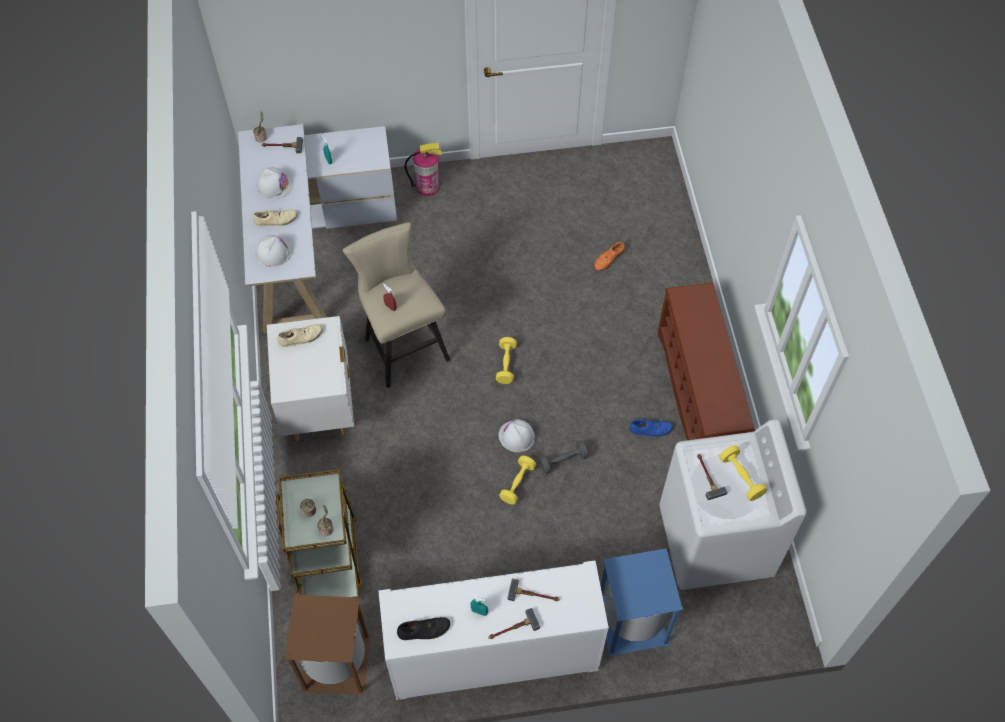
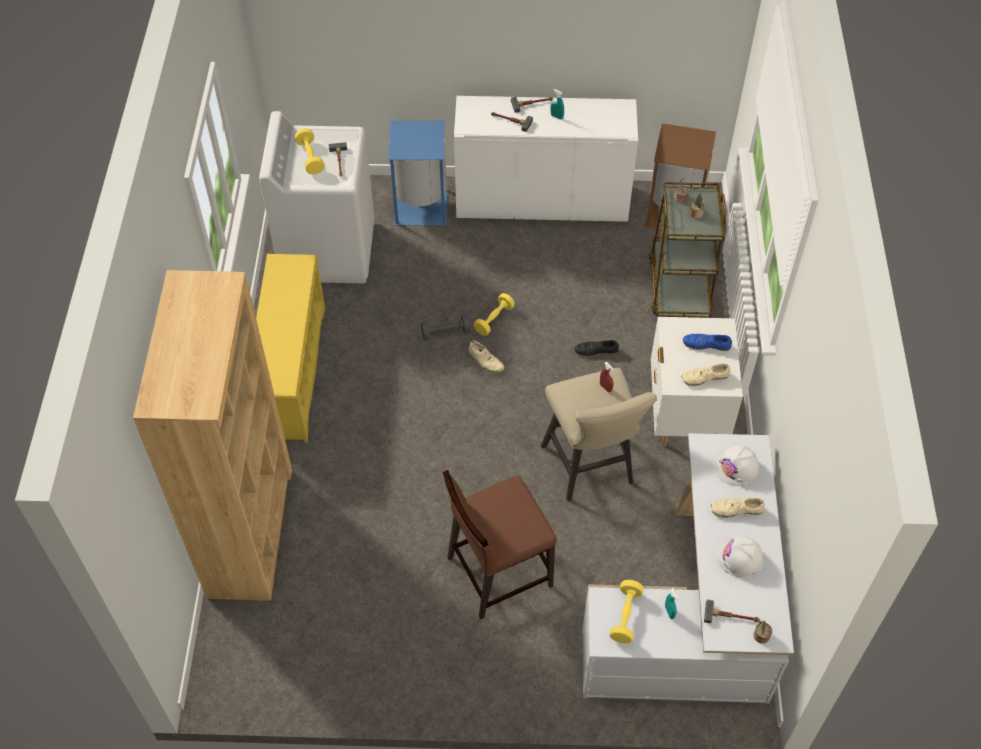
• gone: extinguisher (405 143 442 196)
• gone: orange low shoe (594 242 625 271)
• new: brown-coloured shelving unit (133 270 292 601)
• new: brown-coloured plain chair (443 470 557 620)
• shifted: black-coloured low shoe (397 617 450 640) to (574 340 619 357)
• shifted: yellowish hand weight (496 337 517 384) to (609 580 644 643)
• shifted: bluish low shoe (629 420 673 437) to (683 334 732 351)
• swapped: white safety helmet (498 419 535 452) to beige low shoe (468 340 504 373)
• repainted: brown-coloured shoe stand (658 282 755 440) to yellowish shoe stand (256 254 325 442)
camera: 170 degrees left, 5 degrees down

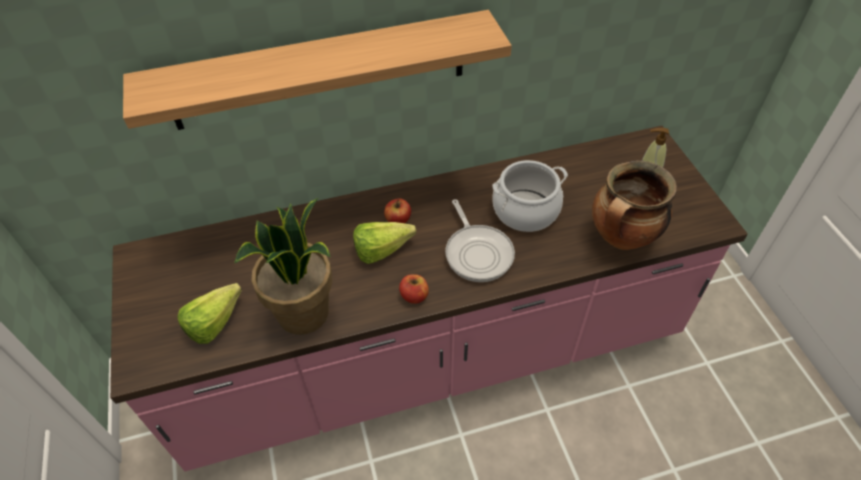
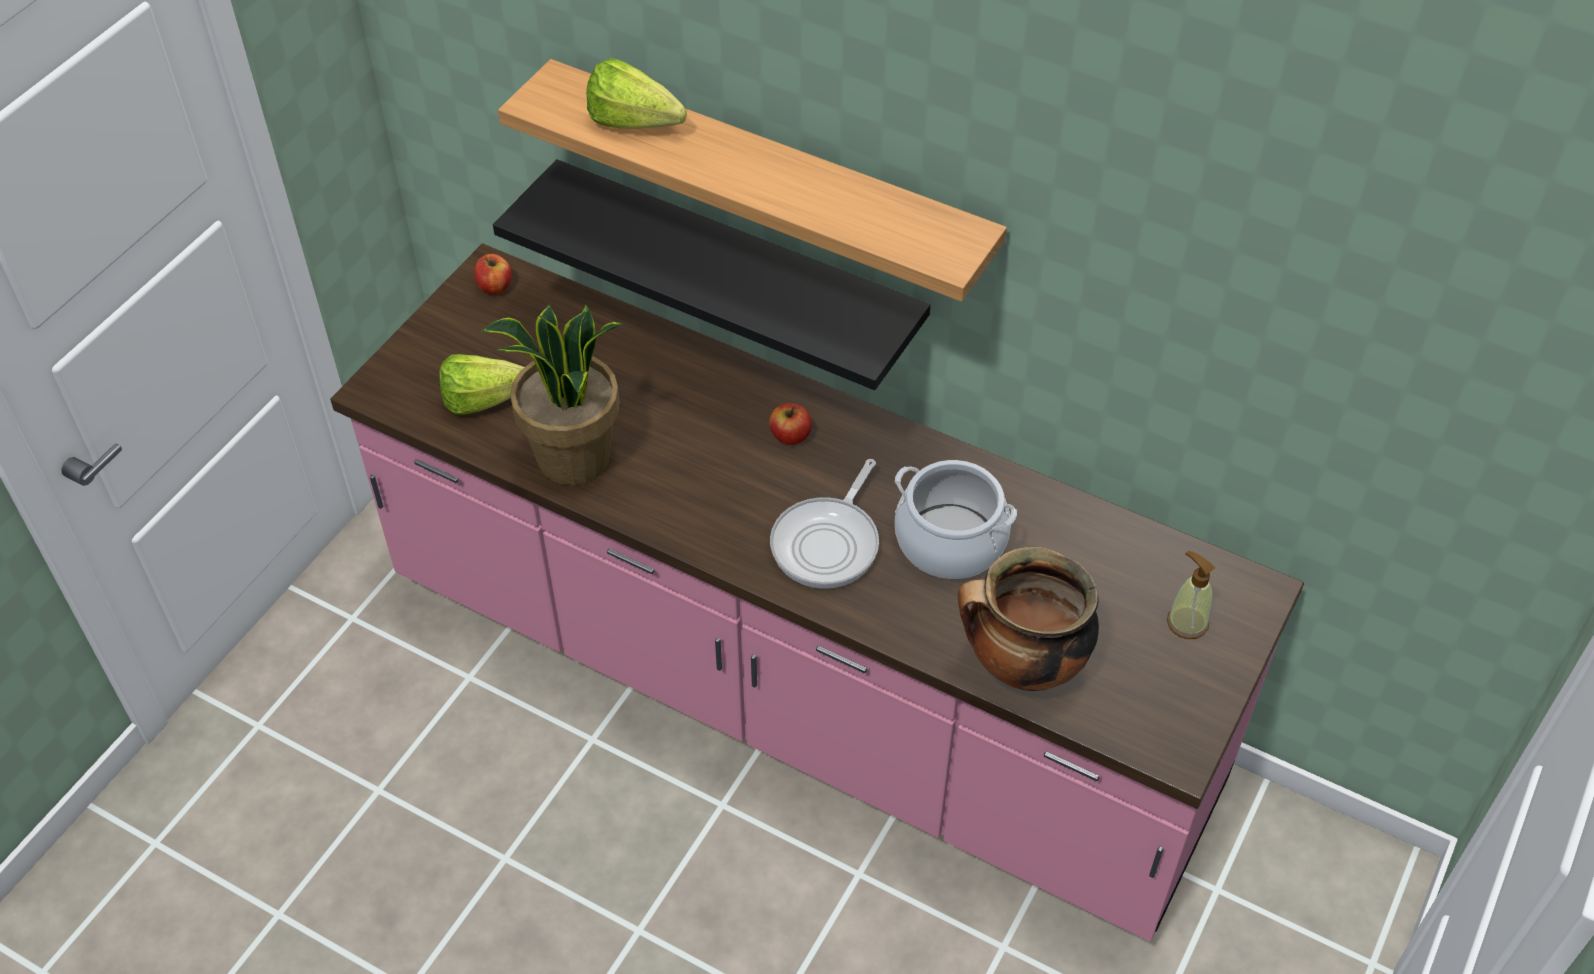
• new: black-coloured bracket shelf (493 159 930 390)
• shifted: head of lettuce (353 222 416 264) to (586 58 687 129)
• shifted: apple fruit (399 274 429 304) to (474 254 511 294)
camera: 45 degrees right, 0 degrees up

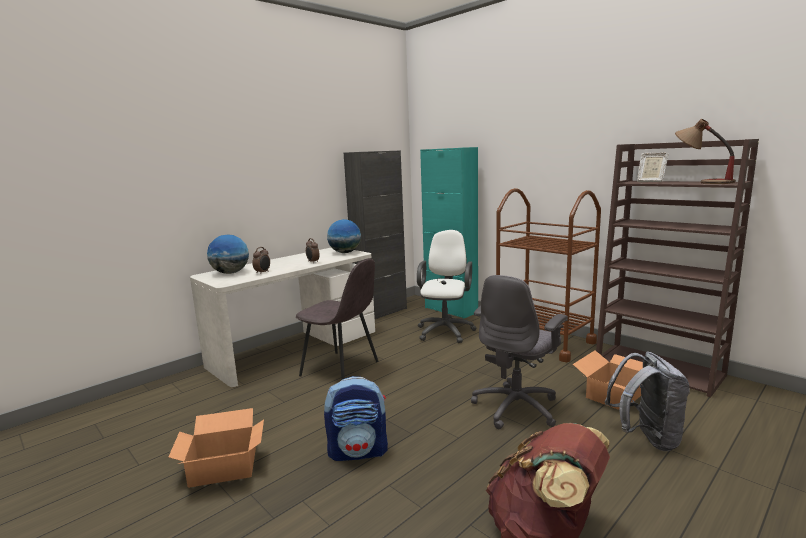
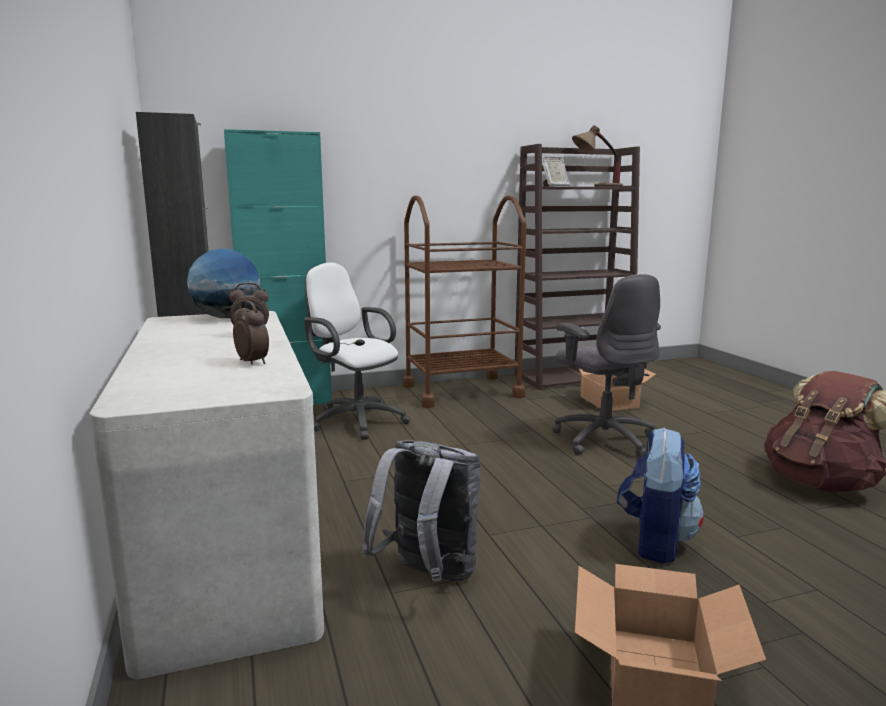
• gone: desk globe (207 234 249 274)
• gone: gray plain chair (296 258 378 380)
• shifted: gray rucksack (605 351 690 451) to (361 440 481 582)
camera: 65 degrees left, 0 degrees up

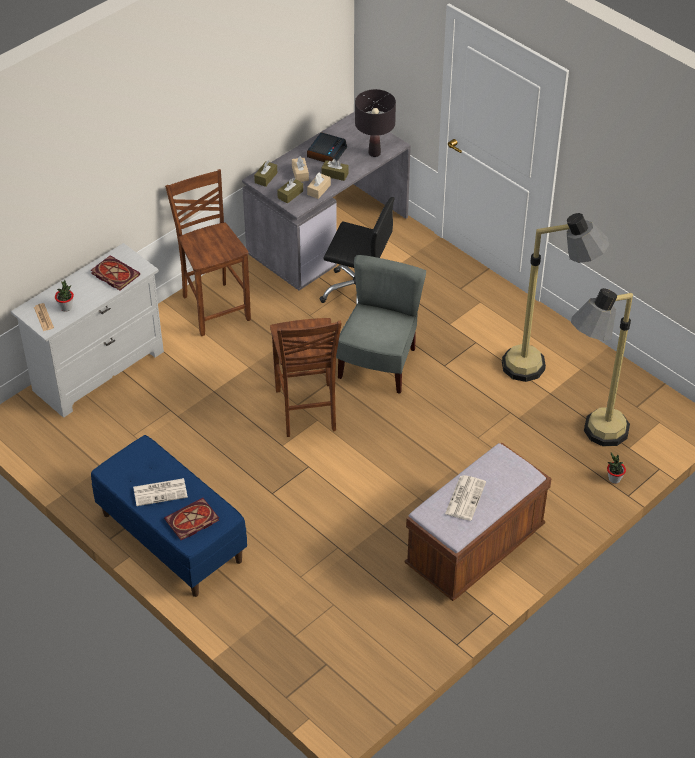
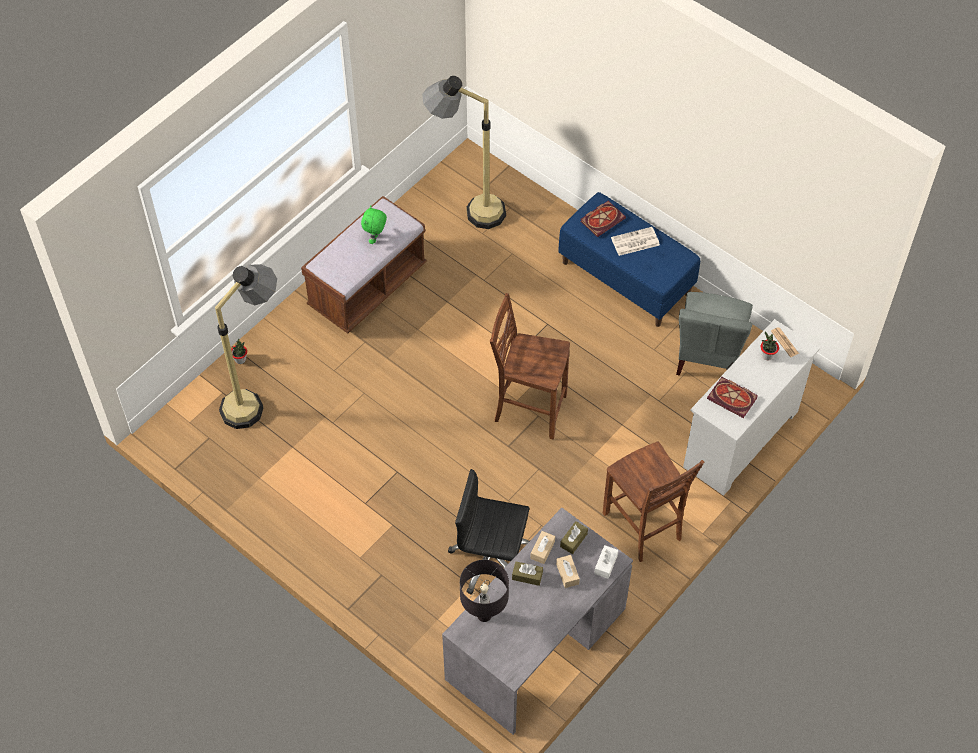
• gone: table clock (307 132 347 162)
• shifted: gray plain chair (336 255 426 393) to (676 292 753 376)
• shifted: standing lamp (502 213 609 382) to (422 76 506 229)
• swapped: daily paper (445 475 486 521) to green cuddly toy (361 206 387 244)
• repainted: brown-coloured box of tissues (254 161 277 187) to white box of tissues (594 545 618 579)
• rotated: brown-coloured plain chair (270 318 342 437) = (490 293 570 439) 60 degrees counterclockwise
camera: 175 degrees right, 10 degrees up

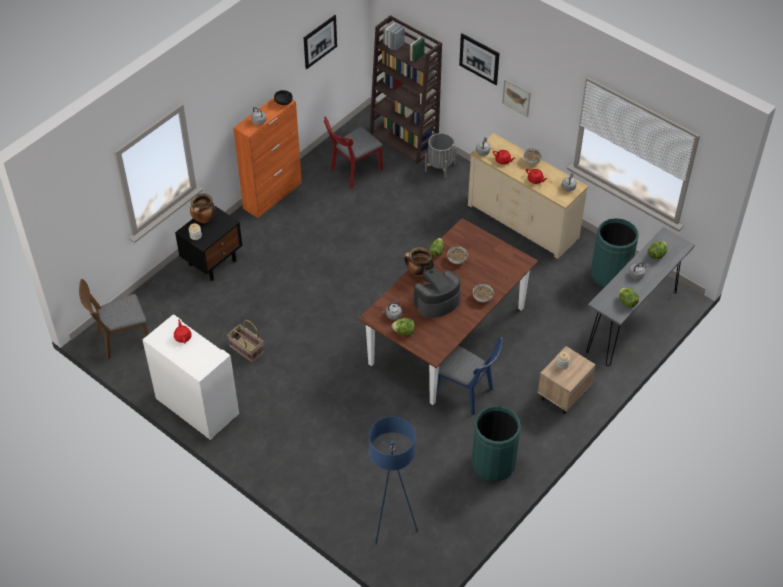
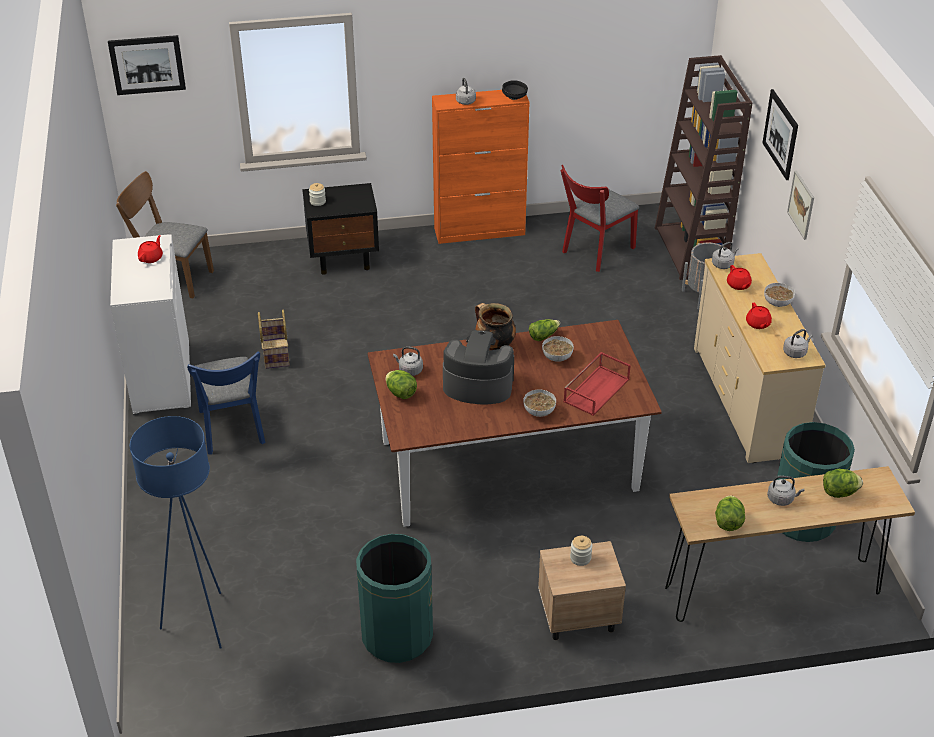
• gone: cooking pot (190 193 215 223)
• new: red-coloured serving tray (564 352 631 416)
• shifted: picture (304 15 337 69) to (108 35 186 95)
• shifted: bluish plain chair (436 337 503 415) to (187 352 265 455)
• repainted: gray narrow table (586 227 695 366) to brown-coloured narrow table (665 466 915 622)
• rotated: red-coloured plain chair (324 117 383 189) = (561 165 639 272) 45 degrees counterclockwise
camera: 40 degrees right, 10 degrees down

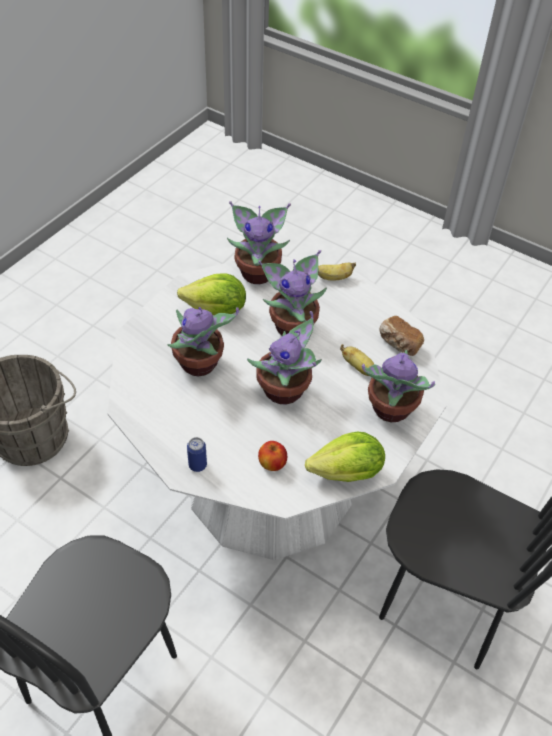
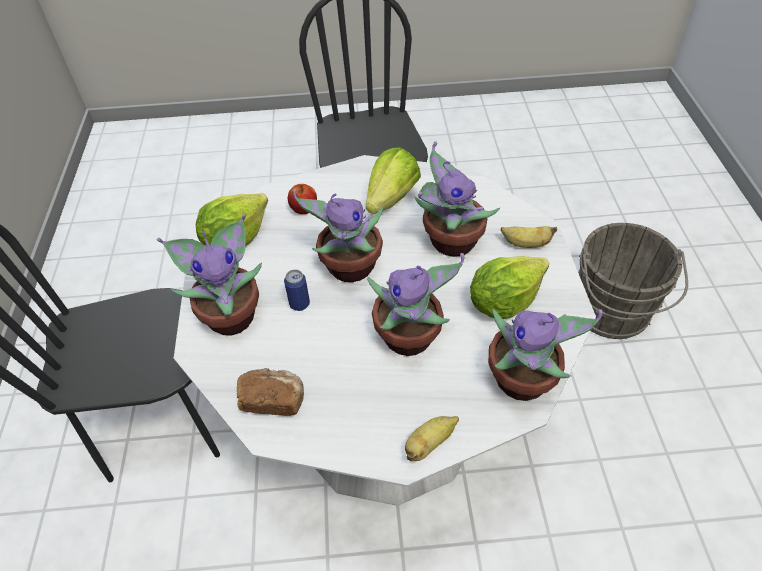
• new: head of lettuce (366 147 421 214)
• shifted: metal can (187 437 207 472) to (284 270 310 311)
• shifted: whole banana (340 344 374 376) to (501 226 557 248)
camera: 145 degrees right, 0 degrees up

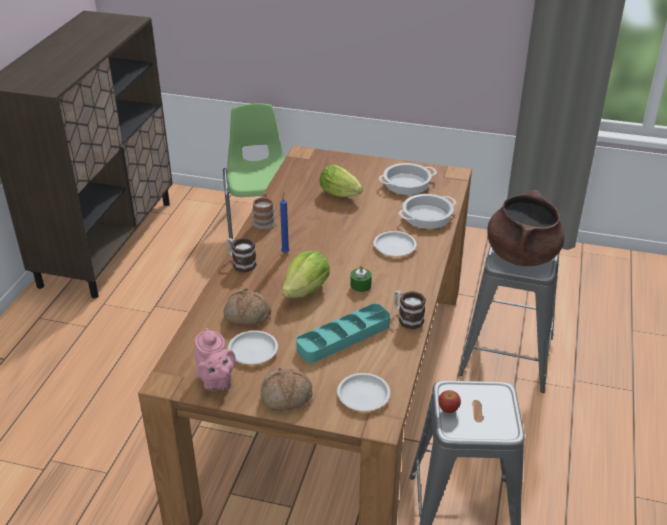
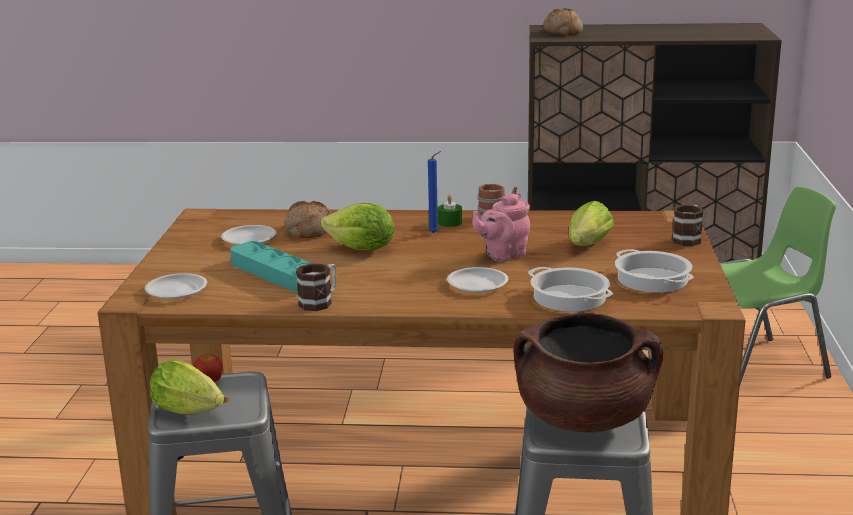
• new: head of lettuce (150 359 224 415)
• shifted: pinkish tea pot (194 328 236 391) to (472 192 530 262)
• shifted: tea mug (227 237 257 273) to (672 205 703 246)
• shifted: baked bread (261 368 313 411) to (543 8 583 35)
• shifted: green wax light (350 265 372 292) to (438 195 462 227)
camera: 80 degrees right, 15 degrees down

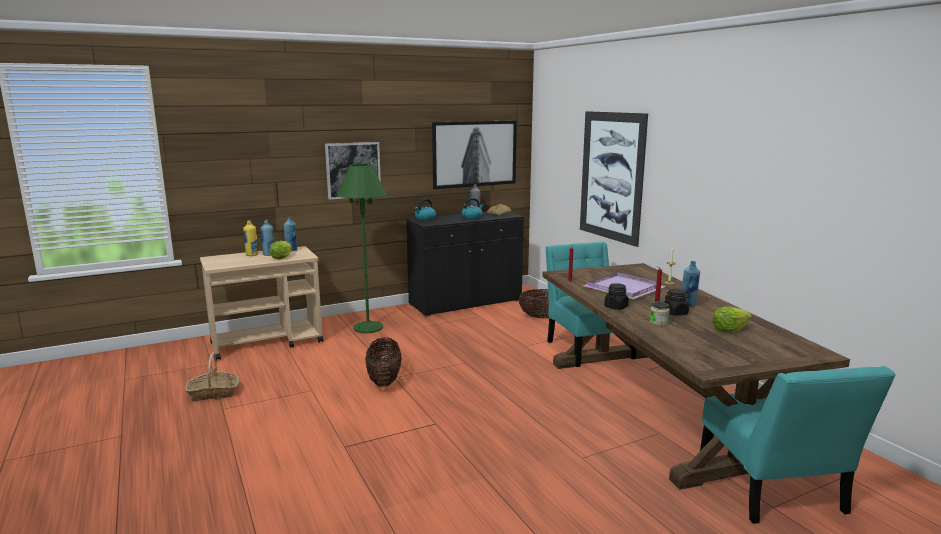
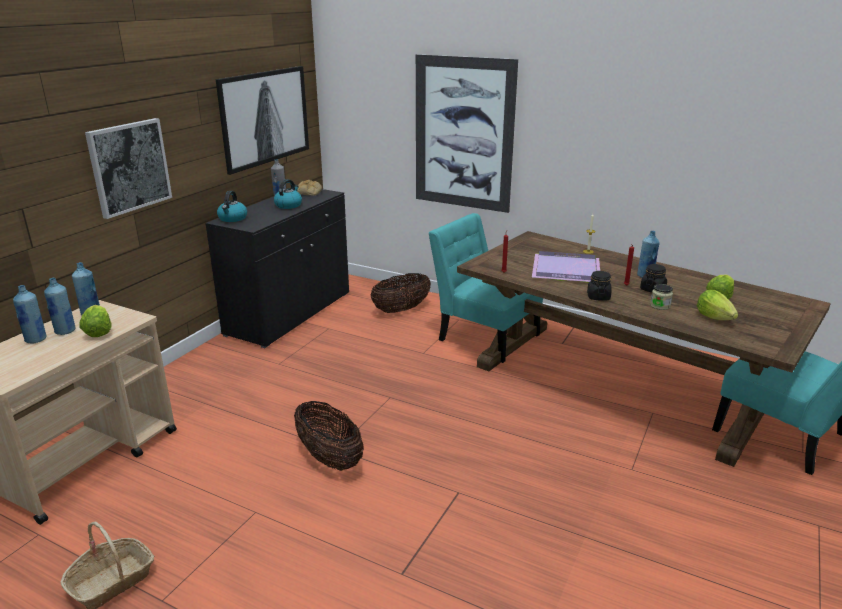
• gone: green standing lamp (337 164 387 333)
• new: head of lettuce (697 290 738 320)
• repainted: yellowish beverage bottle (243 220 258 256) to bluish beverage bottle (13 285 46 343)
camera: 35 degrees left, 10 degrees up

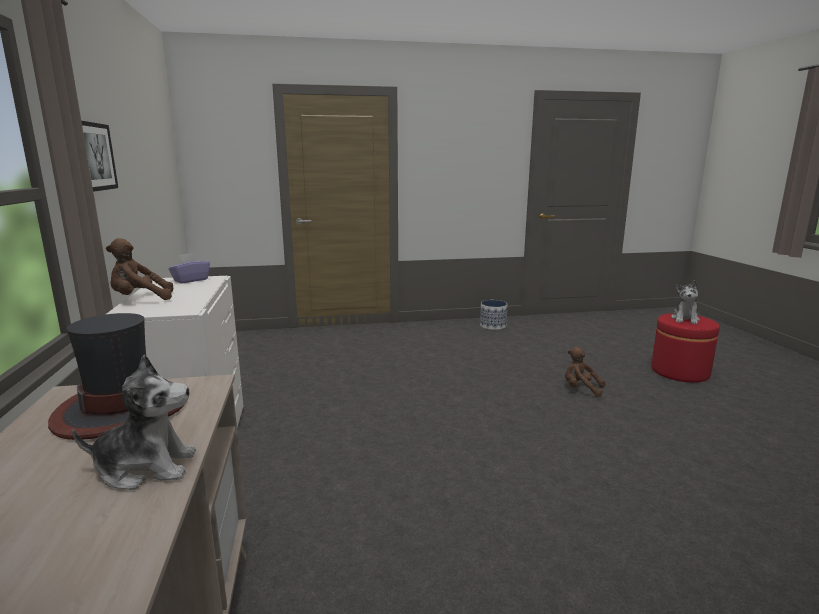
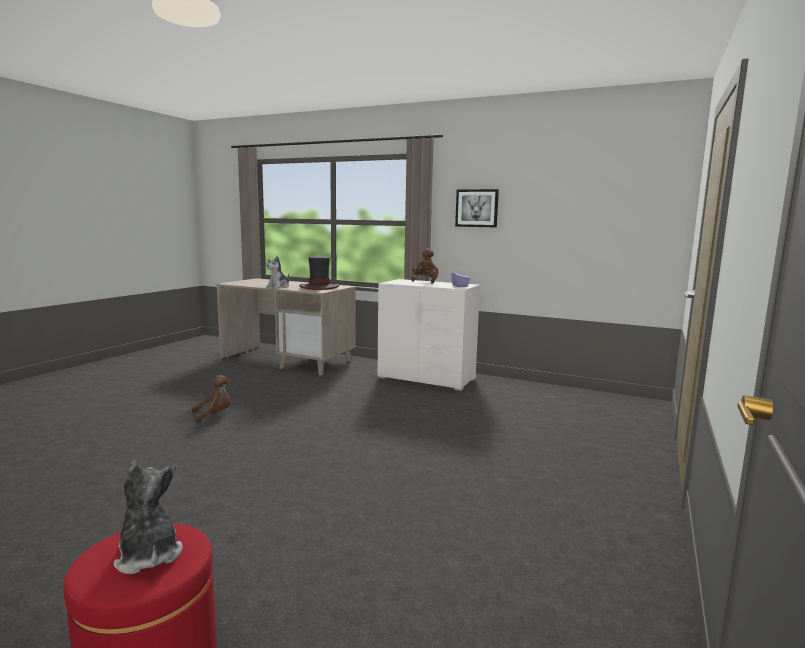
• gone: planter (480 300 508 330)
• shifted: brown-coloured cuddly toy (565 347 605 397) to (192 375 231 423)
camera: 125 degrees right, 5 degrees down

